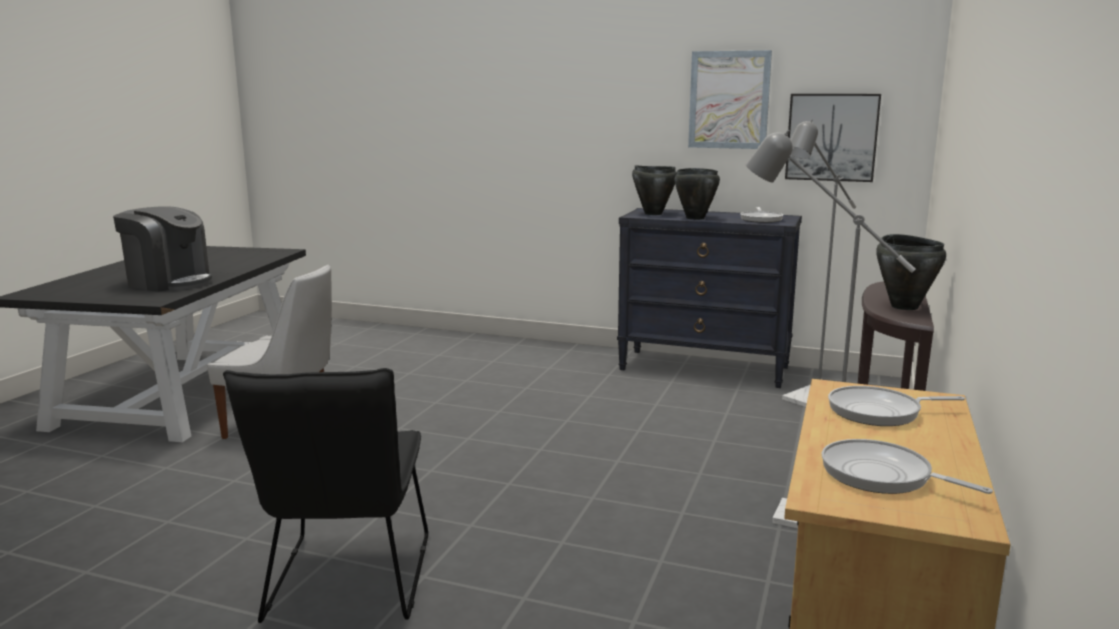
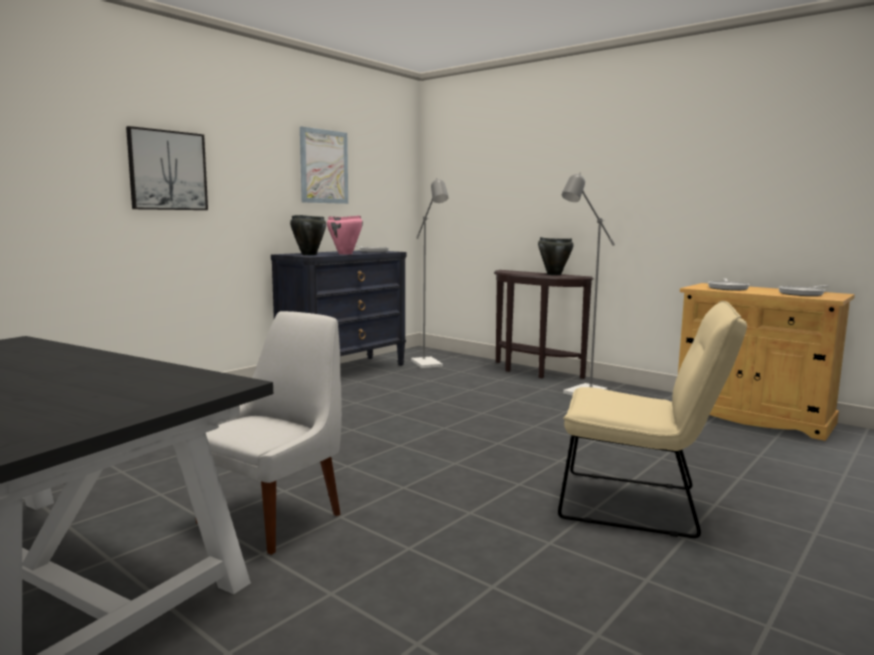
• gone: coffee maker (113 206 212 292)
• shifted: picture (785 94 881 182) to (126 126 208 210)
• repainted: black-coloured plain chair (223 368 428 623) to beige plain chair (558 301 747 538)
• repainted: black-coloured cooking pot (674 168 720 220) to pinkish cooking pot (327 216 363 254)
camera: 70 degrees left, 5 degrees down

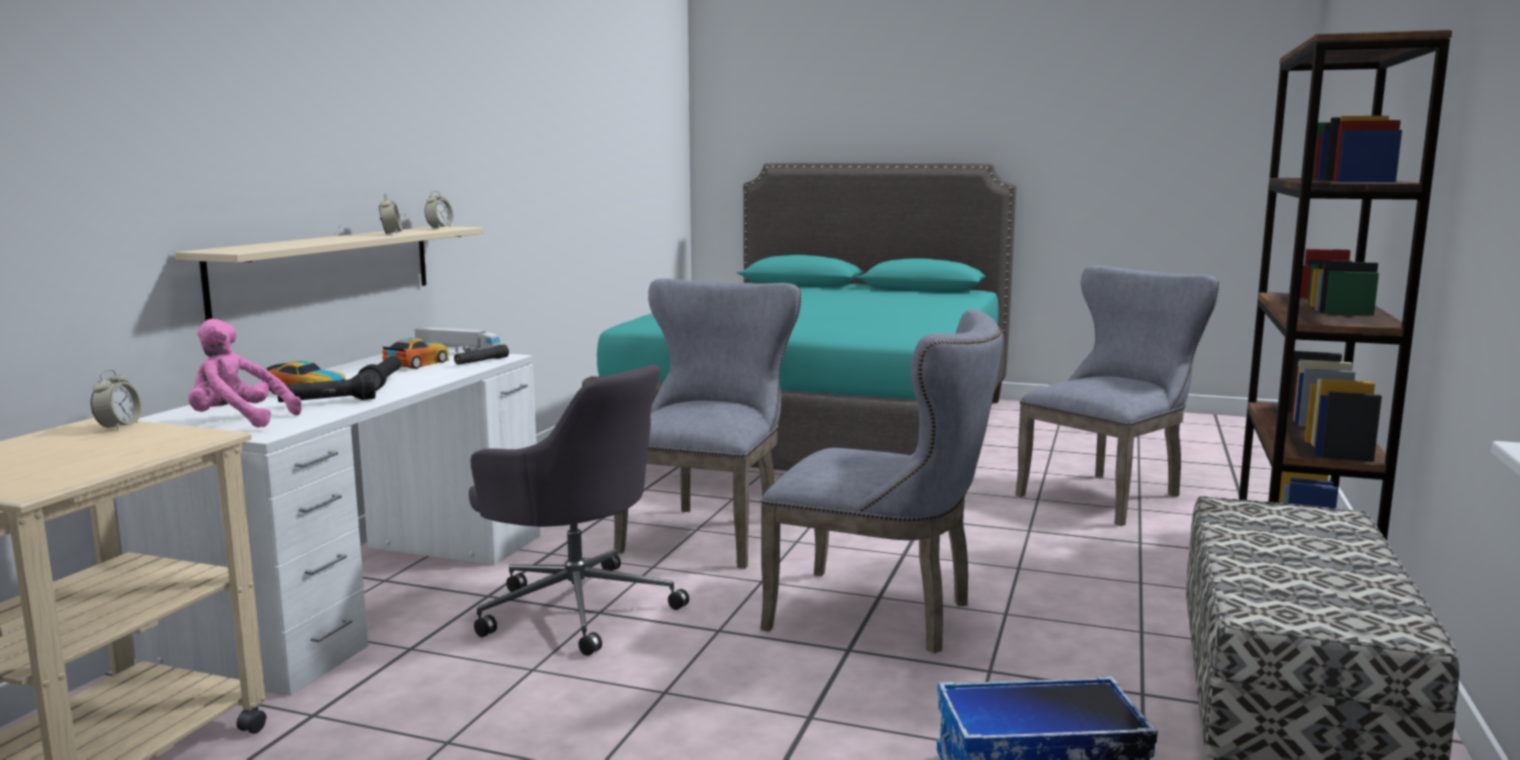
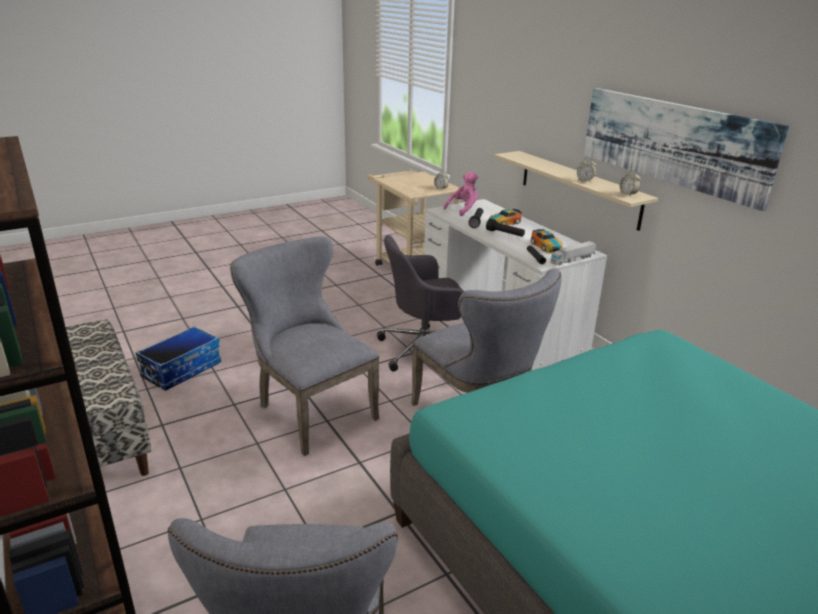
• new: picture (584 88 789 211)
• rotated: gray plain chair (760 309 1003 653) = (230 237 379 456) 75 degrees clockwise
camera: 130 degrees right, 15 degrees up

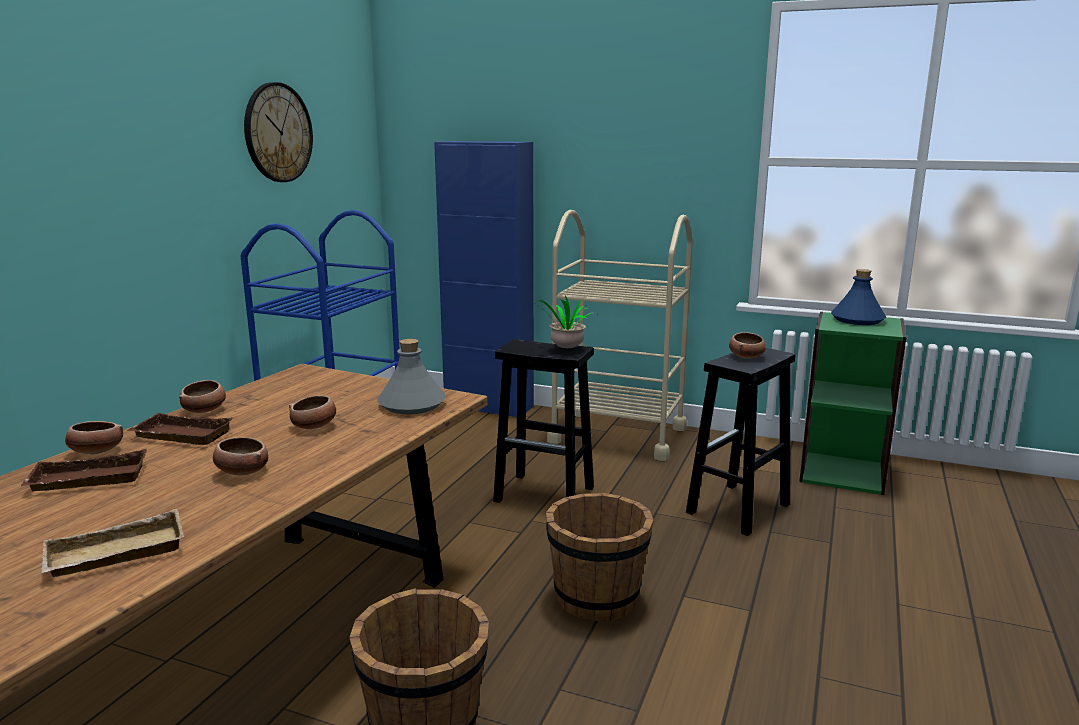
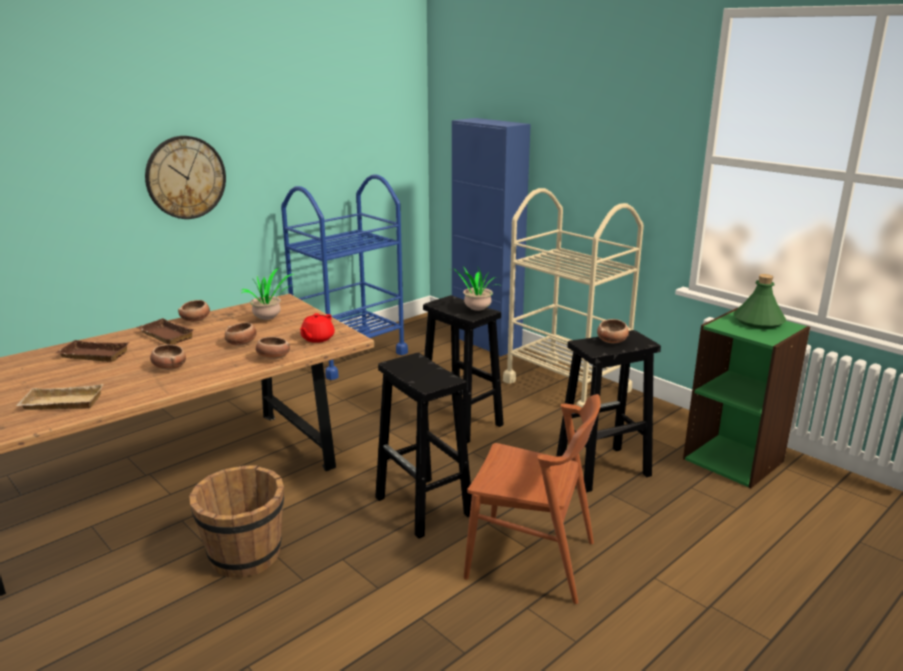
• new: houseplant (242 267 294 320)
• new: brown-coloured plain chair (464 394 601 604)
• shifted: deep dish (65 421 123 454) to (256 337 290 359)
• shifted: wall clock (244 82 313 182) to (145 136 226 219)
• swapped: gray beverage bottle (378 339 446 414) to red-coloured tea pot (300 313 335 343)
• swapped: brown-coloured water bucket (546 493 654 621) to black-coloured stool (375 353 472 539)
• repainted: bluish beverage bottle (831 269 886 325) to green beverage bottle (733 274 786 329)
camera: 25 degrees right, 5 degrees up

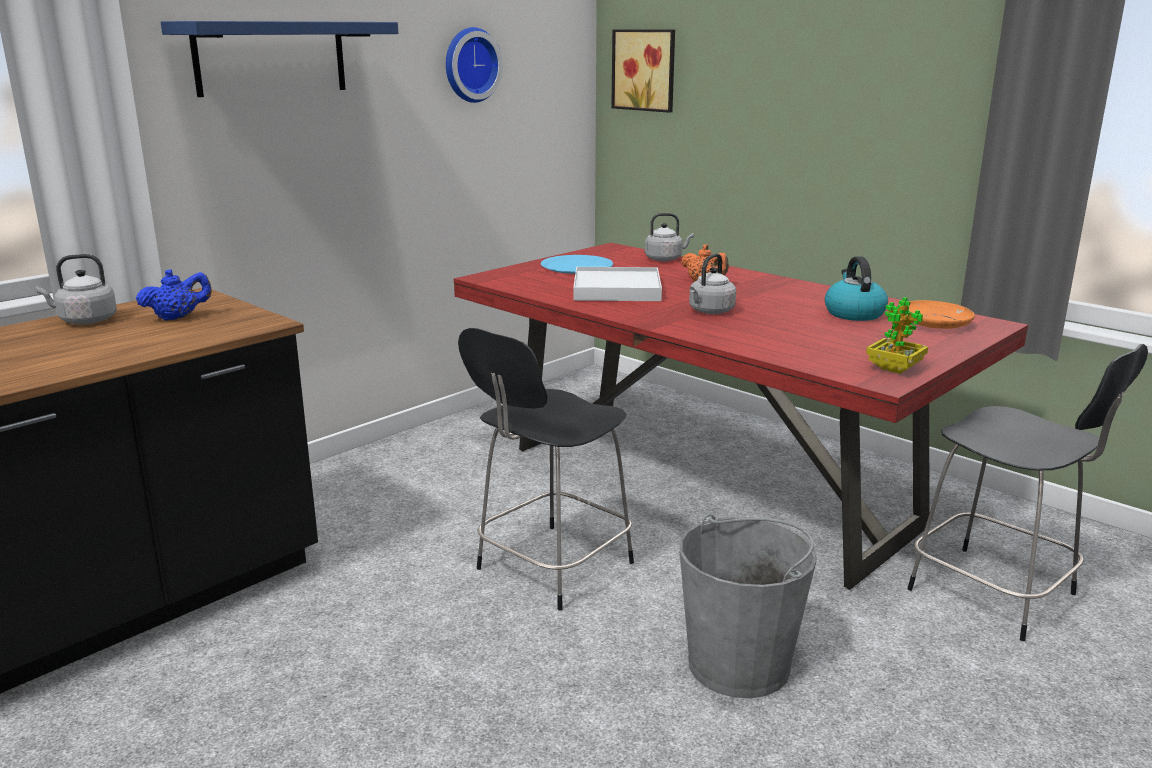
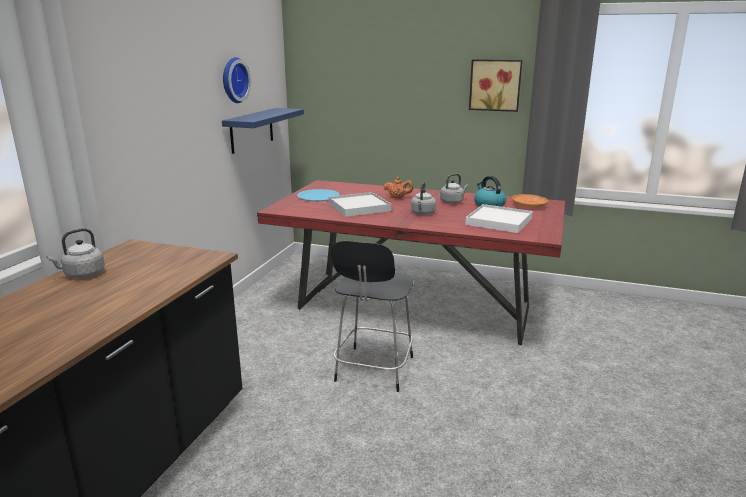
• gone: bluish tea pot (136 269 212 321)
• gone: gray water bucket (679 514 817 698)
• gone: houseplant (866 297 928 374)
• gone: black-coloured plain chair (907 344 1148 641)
• new: white serving tray (465 204 533 233)
• shifted: bluish bracket shelf (161 21 398 97) to (222 108 304 154)
• shifted: picture (611 29 675 113) to (469 59 522 112)
• shifted: gray water kettle (645 213 694 261) to (440 173 468 204)
camera: 25 degrees left, 0 degrees up

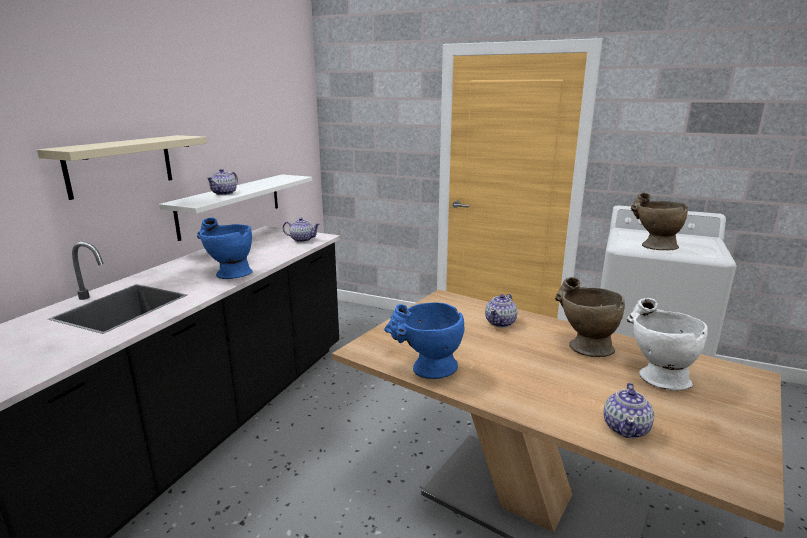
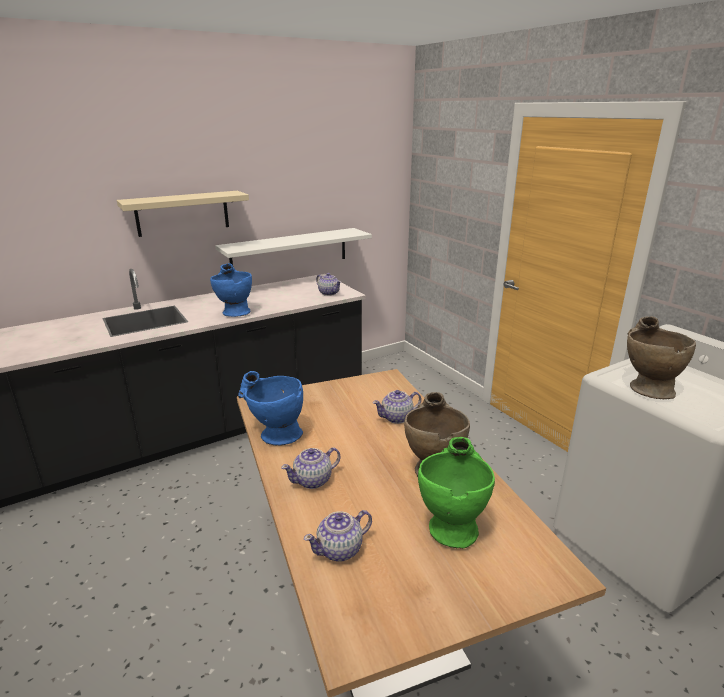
• shifted: tea pot (206 169 238 195) to (281 447 340 489)
• repainted: white decorative vase (627 298 707 391) to green decorative vase (418 437 495 549)
camera: 35 degrees right, 5 degrees up

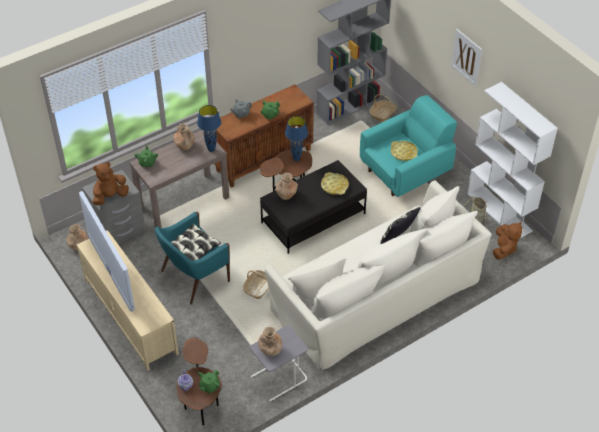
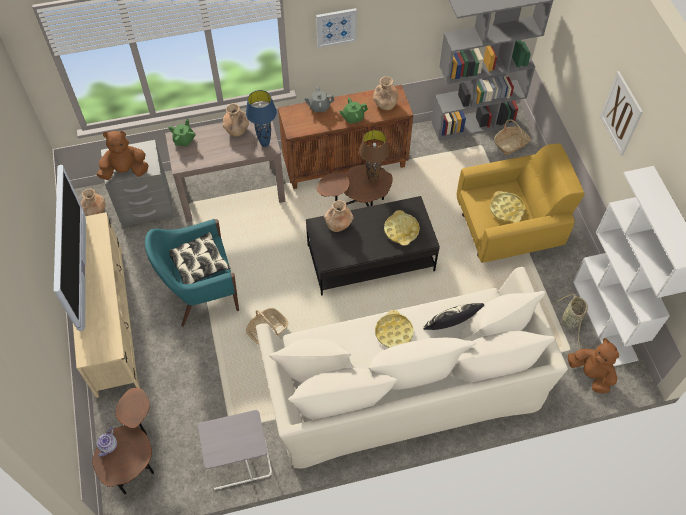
• gone: green tea pot (198 370 220 393)
• new: picture (316 8 357 48)
• new: yellowish serving tray (375 310 414 348)
• shifted: brown-coloured decorative vase (258 327 282 356) to (373 76 399 110)
• repainted: bluish table lamp (285 116 308 161) to brown-coloured table lamp (359 130 389 183)
• repainted: blue-green lounge chair (360 95 457 197) to yellowish lounge chair (457 143 584 263)
• rotated: brown-coloured cuddly toy (493 222 522 259) = (568 338 619 393) 75 degrees counterclockwise
camera: 20 degrees right, 10 degrees up

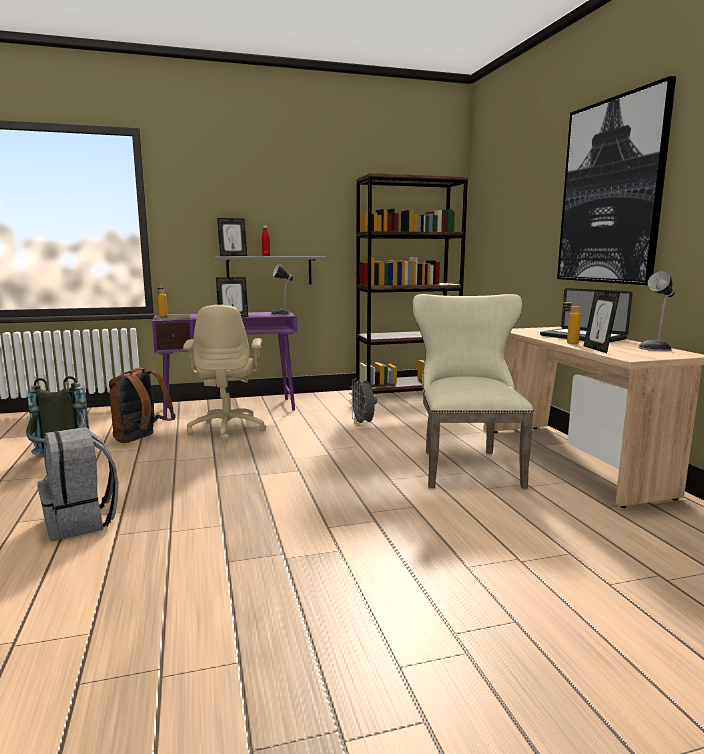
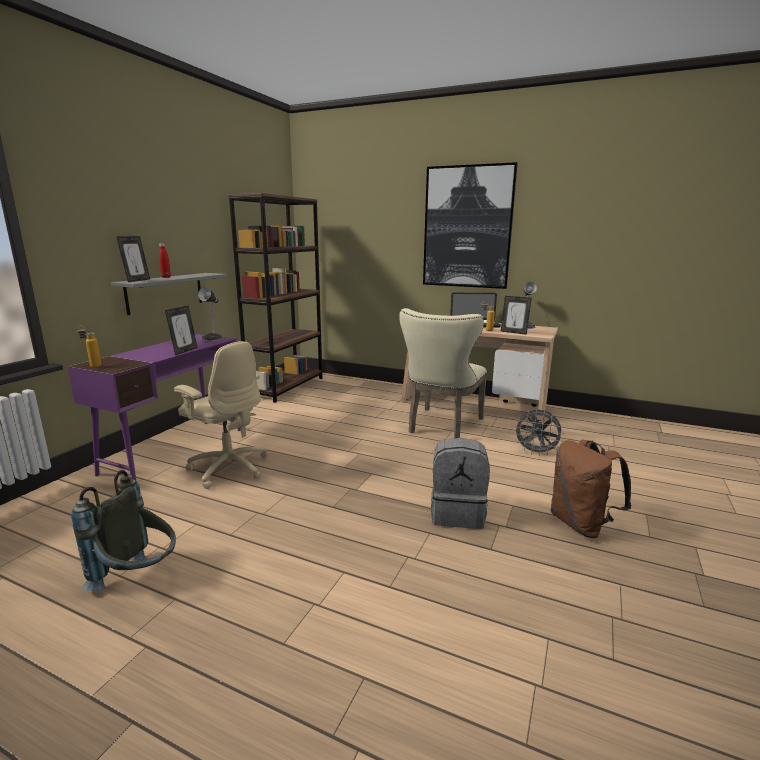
• shifted: gray rucksack (37 427 119 541) to (431 438 490 529)
• shifted: brown-coloured rucksack (109 367 176 443) to (551 440 632 538)
• shifted: gray electric fan (349 378 377 426) to (513 410 564 456)
• rotated: beige plain chair (412 294 534 488) = (399 308 487 438) 105 degrees counterclockwise
camera: 50 degrees left, 5 degrees up

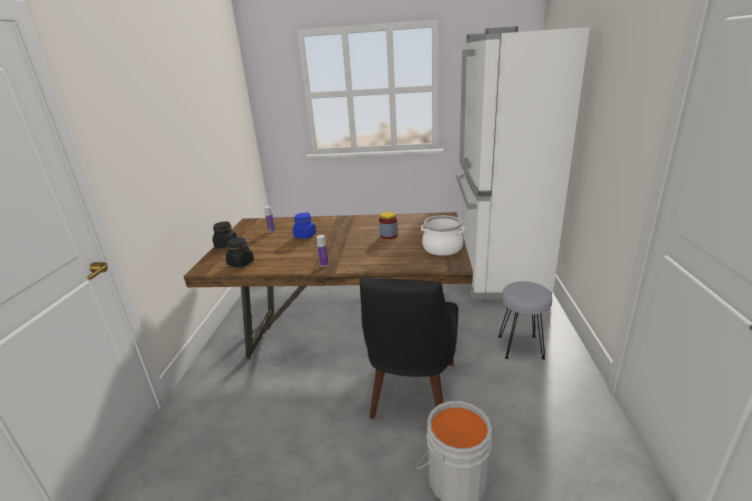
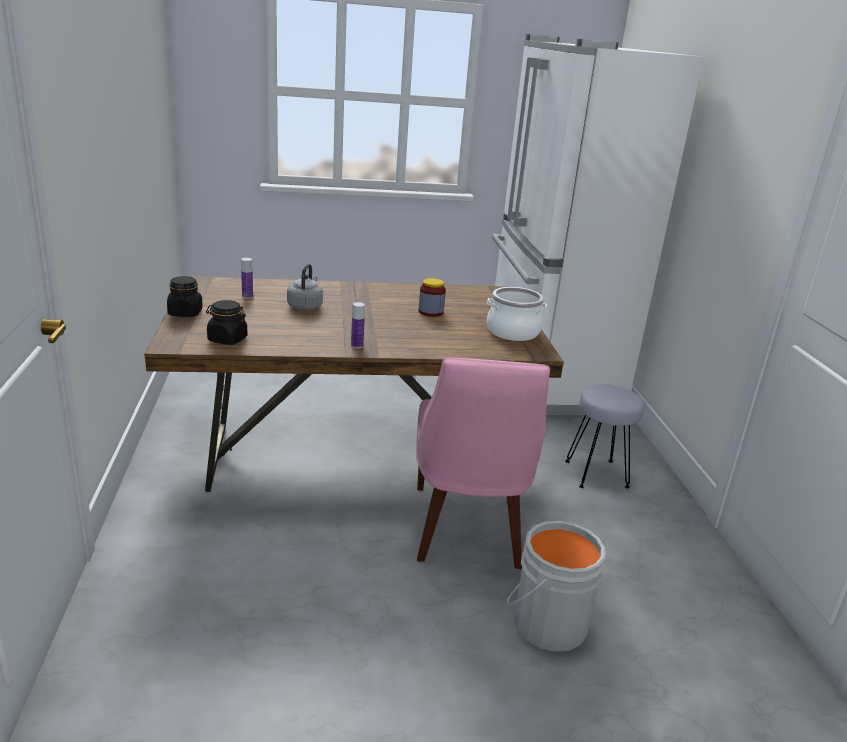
• swapped: bluish preserve jar (293 212 316 239) to gray water kettle (287 264 323 310)
• repainted: black-coloured plain chair (360 278 458 419) to pinkish plain chair (416 357 550 569)
camera: 15 degrees left, 0 degrees up

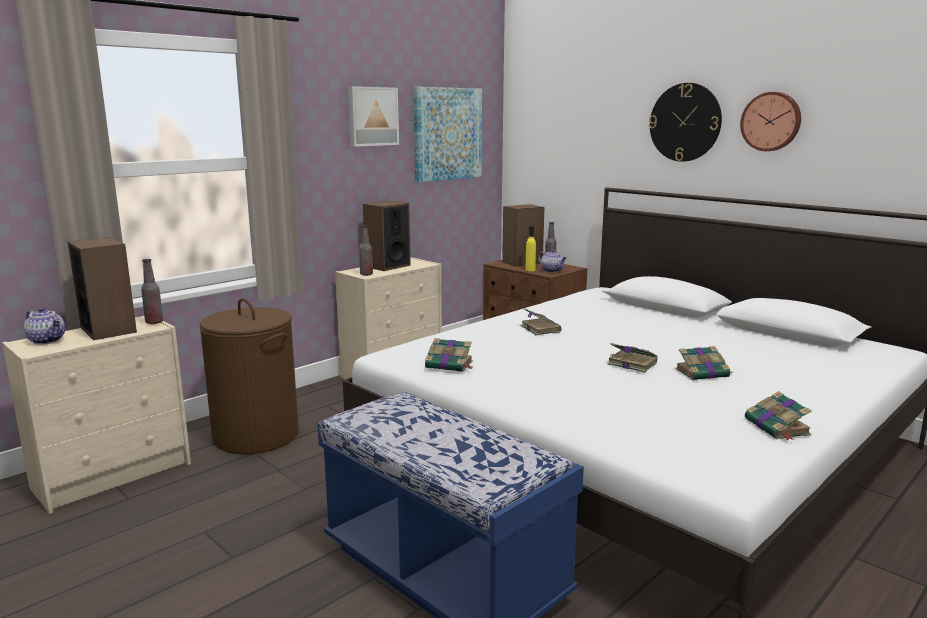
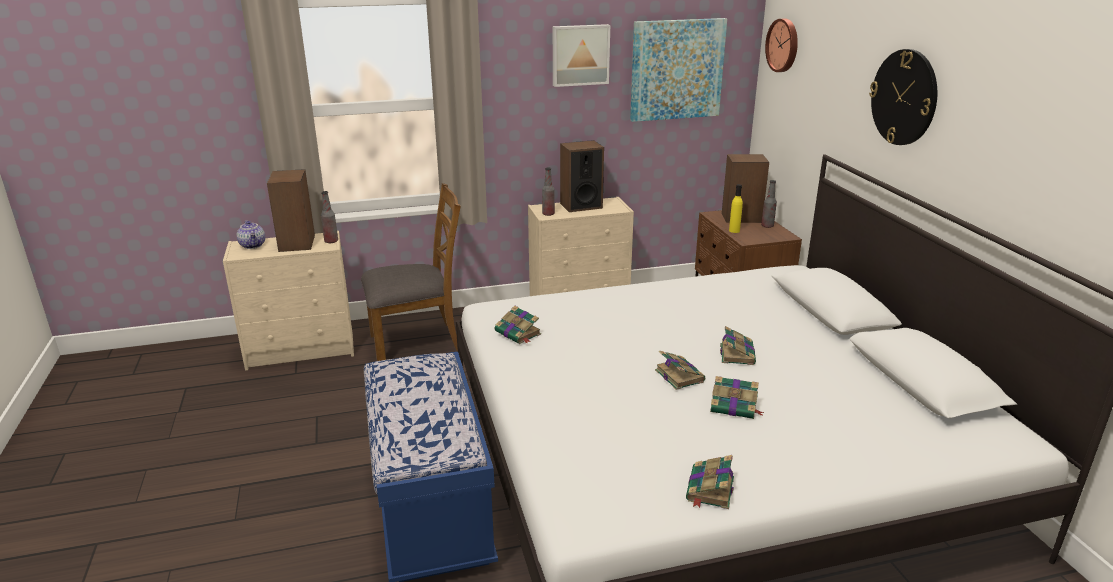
• gone: tea pot (538 249 567 272)
• shifted: book (521 308 562 335) to (720 326 756 365)
• shifted: wall clock (740 92 801 151) to (765 19 798 72)
• swapped: brown-coloured washing basket (200 298 299 454) to brown-coloured plain chair (361 183 461 361)
camera: 30 degrees right, 10 degrees up

